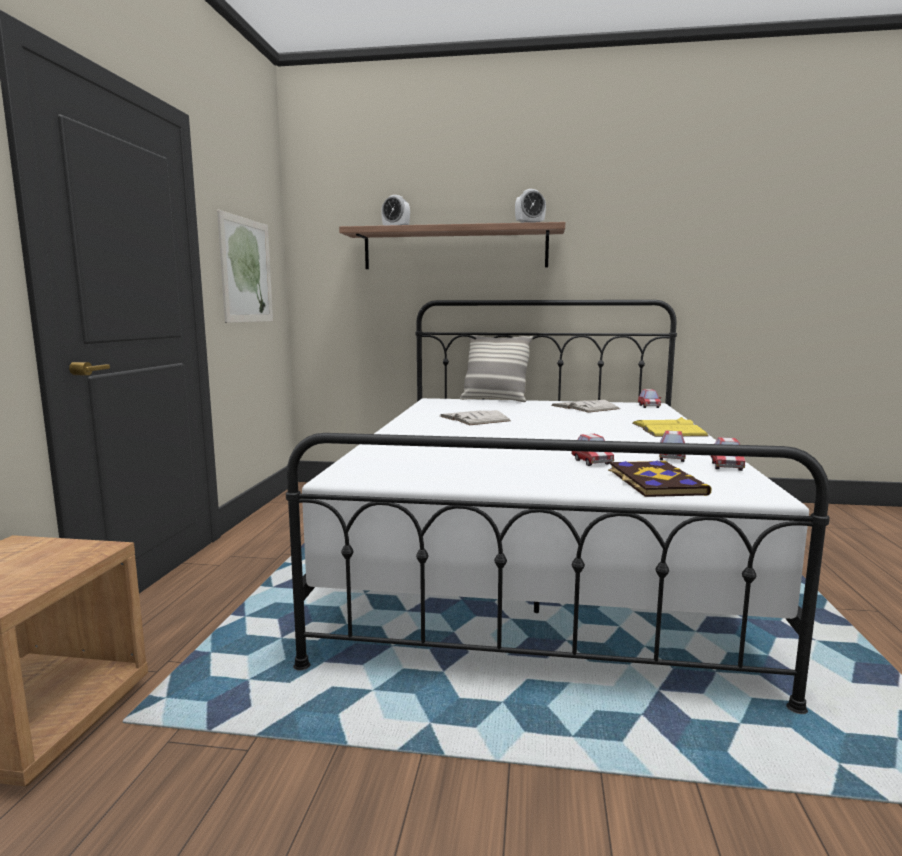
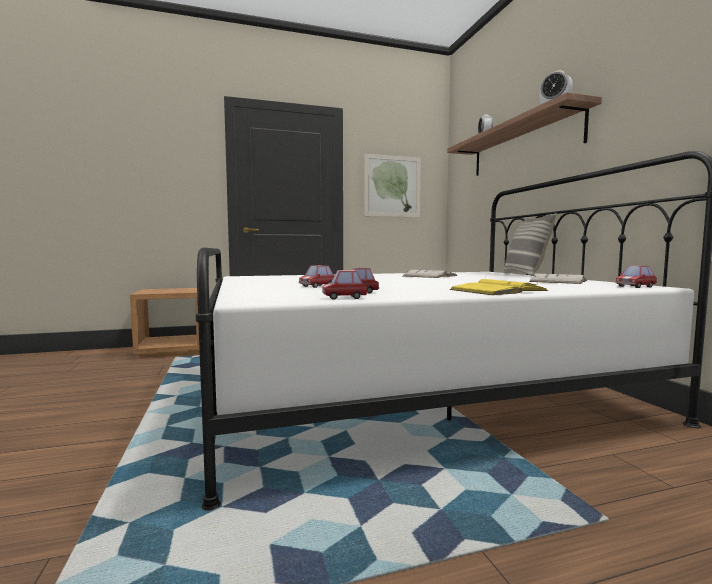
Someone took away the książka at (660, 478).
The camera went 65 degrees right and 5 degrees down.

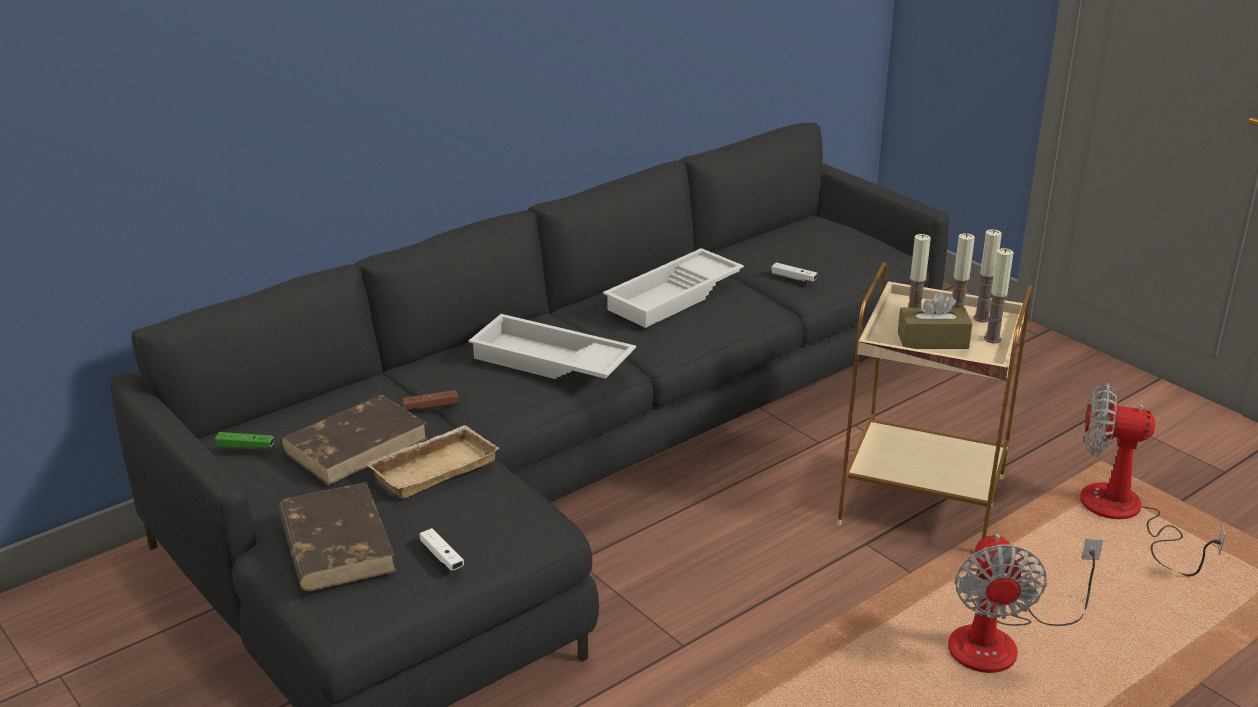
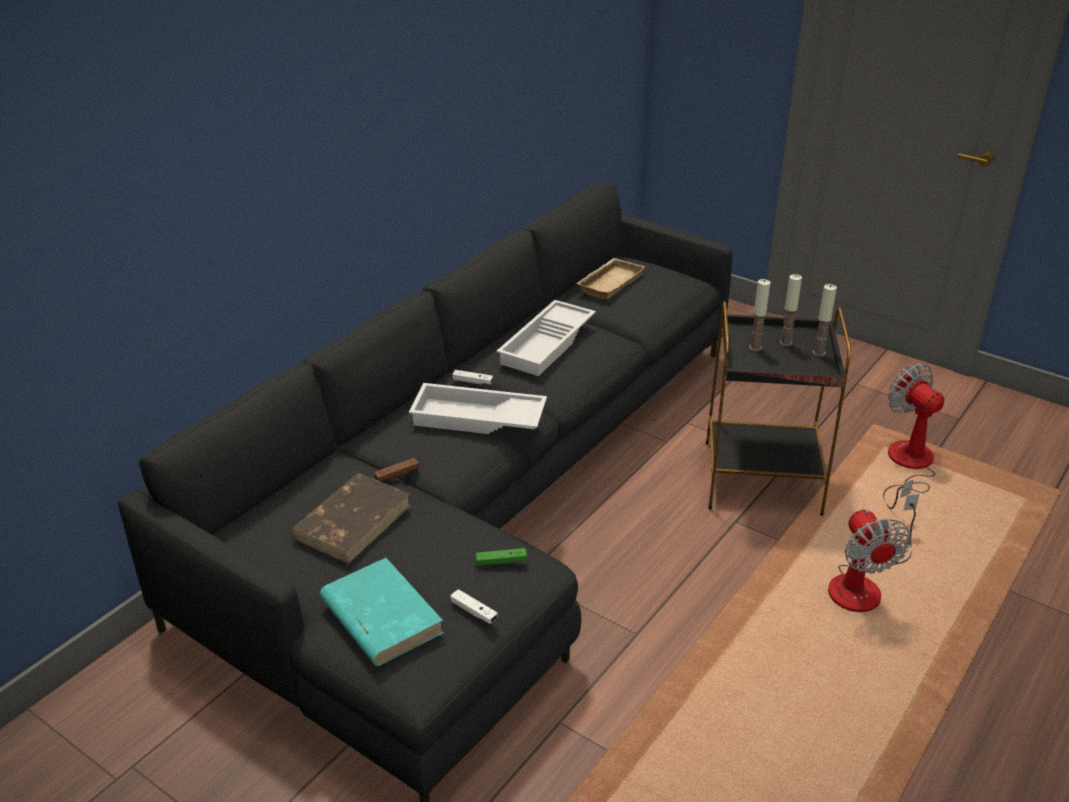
Someone carried the pad do gier (zielony) from (244, 440) to (501, 557).
Someone repainted the książka (brązowy) at (337, 536), which became the książka (turkusowy) at (381, 612).
Someone carried the taca (beżowy) from (432, 462) to (610, 279).
Someone carried the pad do gier (biały) from (794, 272) to (472, 377).
Someone repainted the stolik (beżowy) at (934, 400), which became the stolik (czarny) at (778, 408).
Someone took away the pudełko chusteczek (brązowy) at (935, 320).
Someone took away the świeca at (987, 275).
Someone rotated the wentylator at (1152, 479) by 60 degrees clockwise.
The camera went 15 degrees left and 5 degrees up.

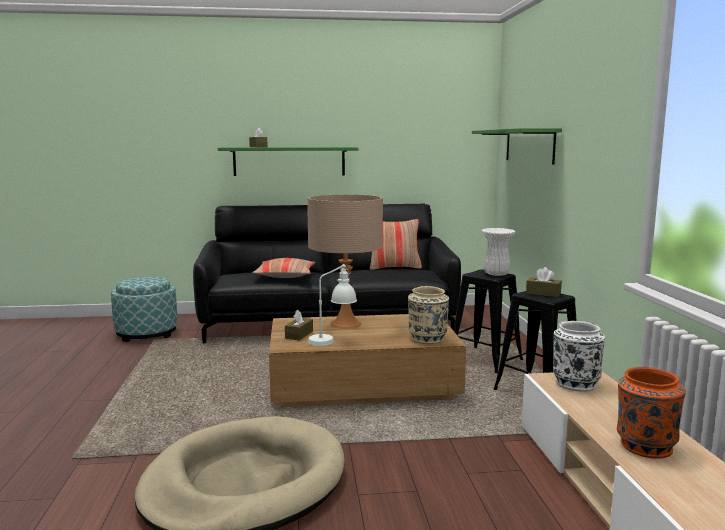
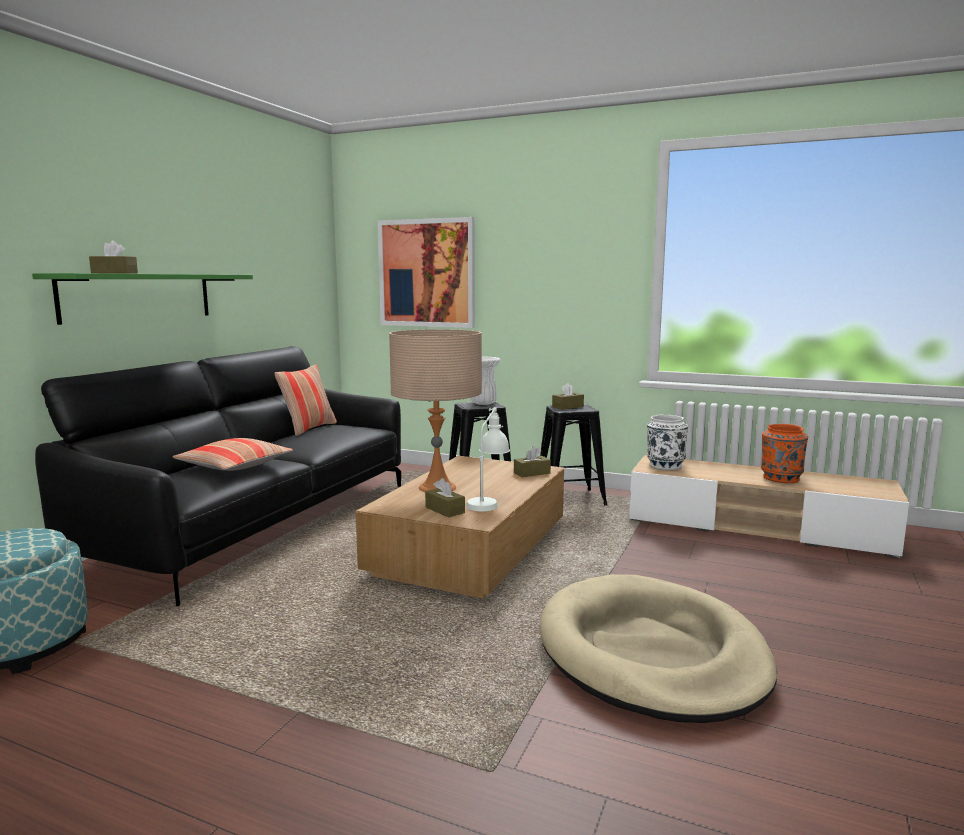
Someone swapped the wazon (beżowy) at (428, 315) for the pudełko chusteczek (brązowy) at (532, 461).
Someone swapped the półka (zielony) at (517, 146) for the obraz at (426, 272).
The camera went 60 degrees left and 0 degrees up.

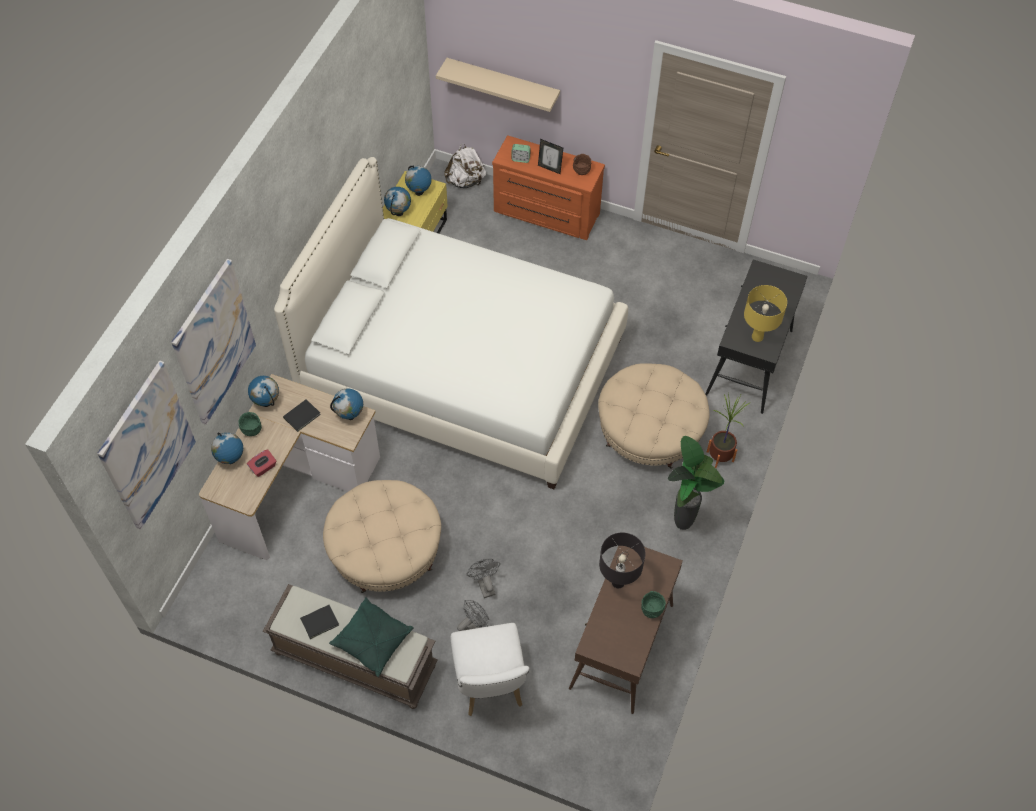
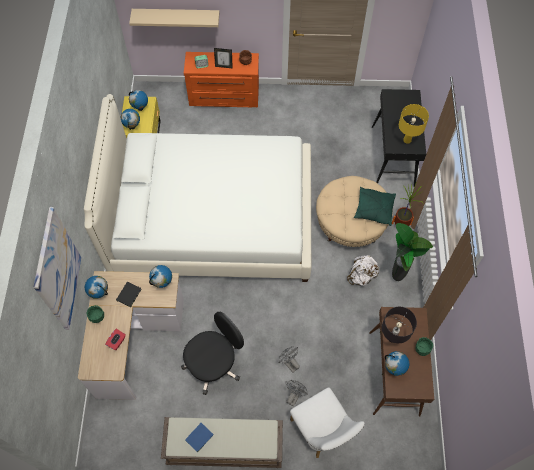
Someone took away the obraz at (146, 445).
Someone carried the globus from (227, 448) to (397, 363).
Someone repainted the książka (czarny) at (319, 622), which became the książka (niebieski) at (199, 437).
Someone swapped the pufa (beżowy) at (382, 536) for the krzesło biurowe (czarny) at (212, 353).
Someone carried the poduszka (zielony) from (371, 637) to (375, 206).
Someone carried the plecak (biały) from (465, 165) to (363, 270).
The camera went 20 degrees left and 5 degrees up.

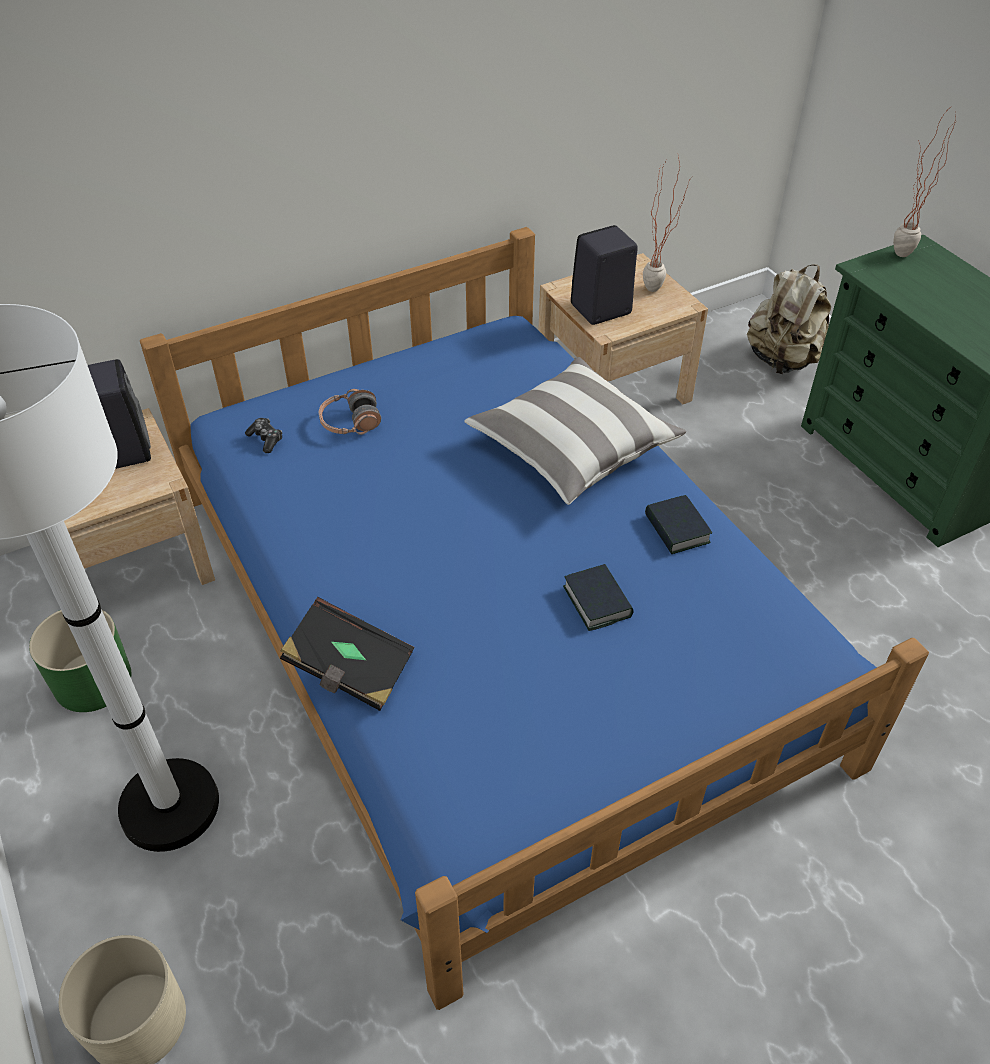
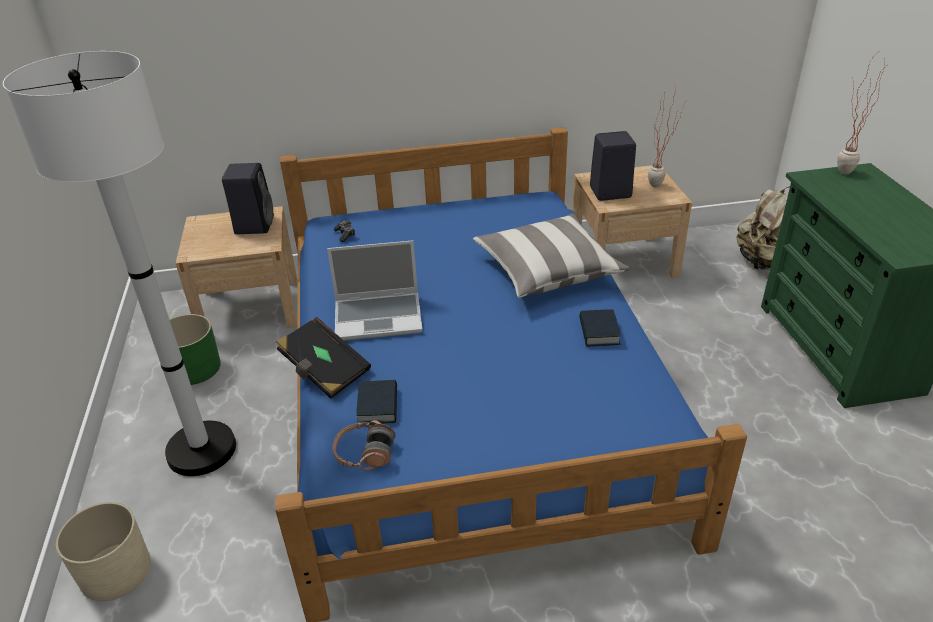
Someone carried the słuchawki from (350, 412) to (363, 445).
Someone carried the książka from (598, 597) to (376, 402).
Someone put down the laptop at (375, 290).
The camera went 20 degrees right and 10 degrees down.

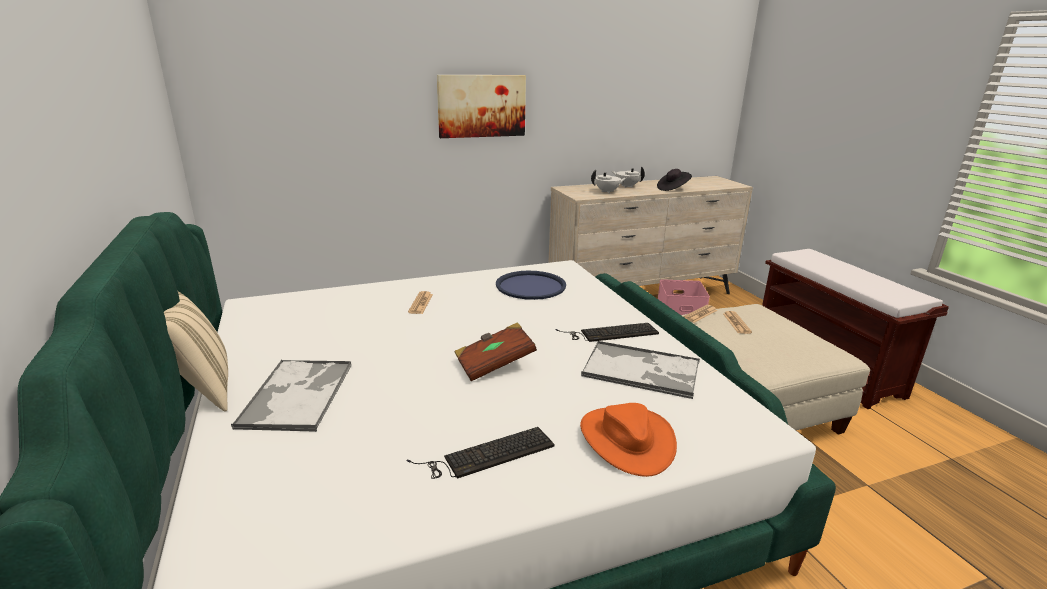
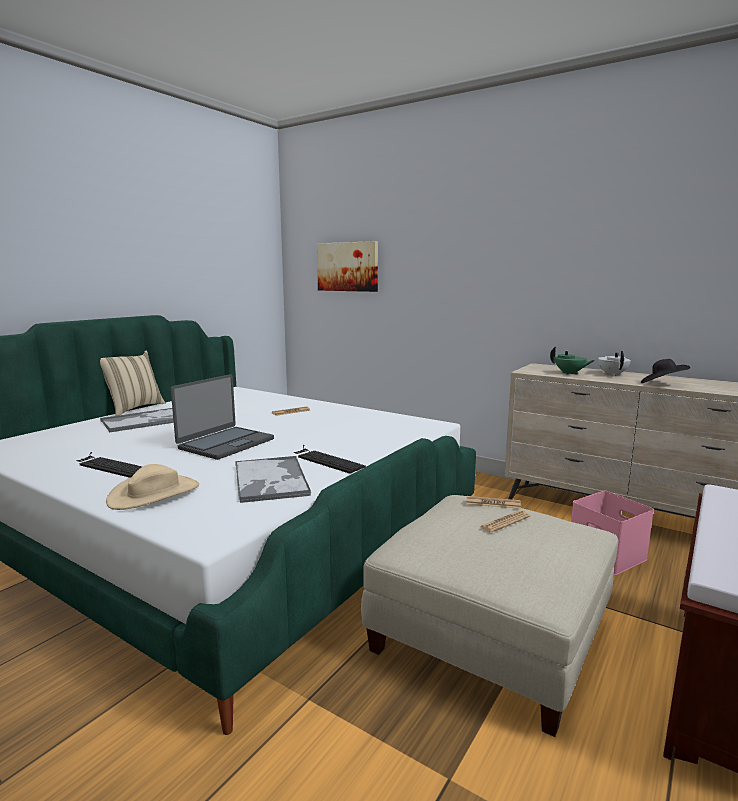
Someone carried the obraz from (481, 106) to (347, 266).
Someone swapped the książka (brązowy) at (495, 351) for the laptop at (222, 417).
Someone took away the taca (niebieski) at (531, 285).
Someone repainted the kapelusz (pomarańczowy) at (628, 440), which became the kapelusz (beżowy) at (152, 487).
Someone repainted the imbryk (biały) at (608, 182), which became the imbryk (zielony) at (572, 361).
The camera went 55 degrees right and 10 degrees down.

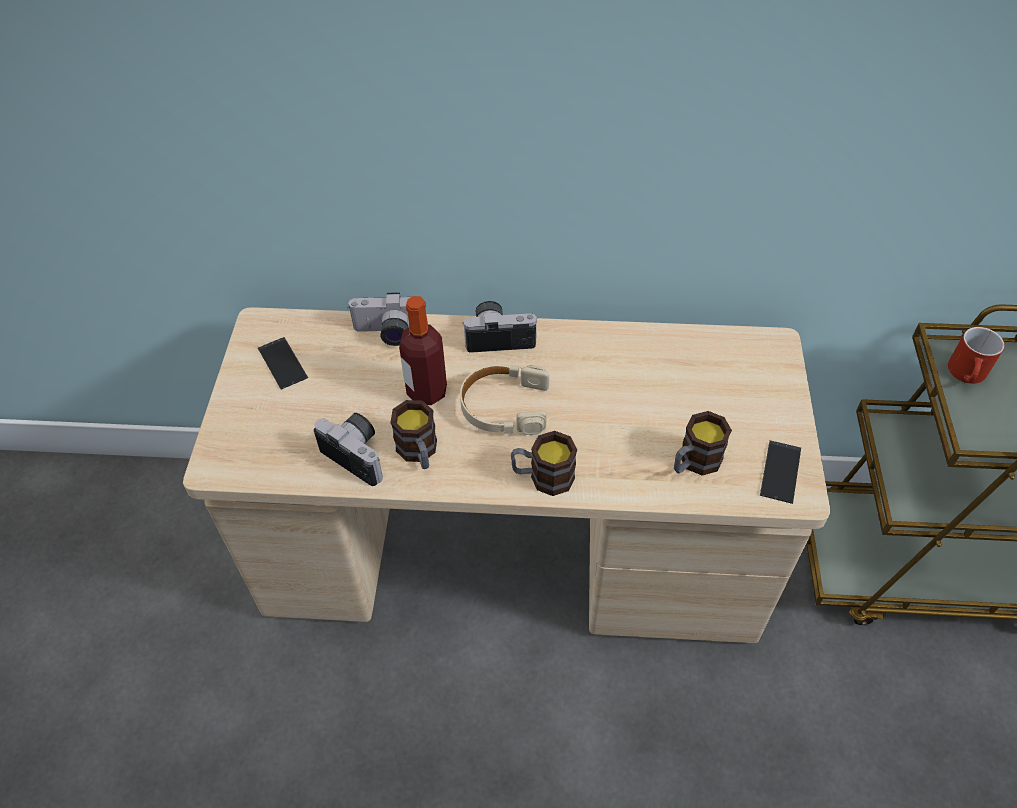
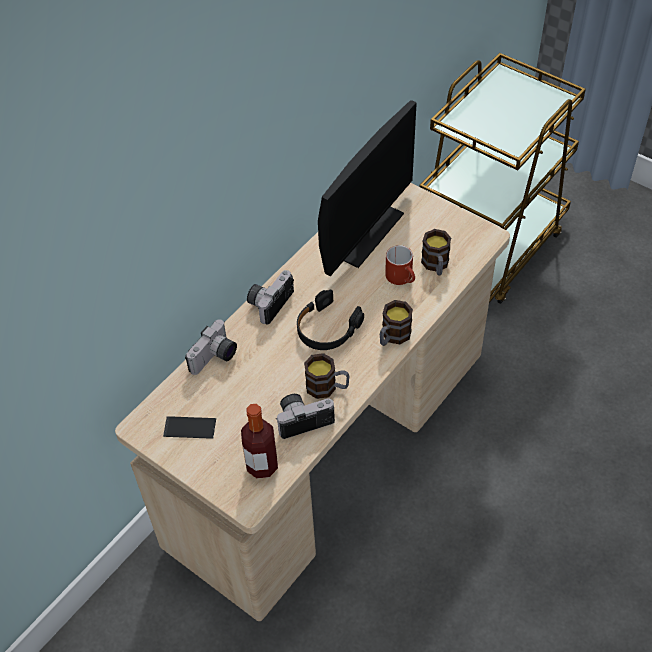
Someone carried the butelka from (423, 350) to (259, 441).
Someone repainted the słuchawki (beżowy) at (504, 400), which became the słuchawki (czarny) at (330, 319).
Someone took away the telefon at (780, 472).
Someone carried the kubek (czerwony) from (976, 355) to (400, 265).
Someone put down the monitor at (367, 188).
The camera went 55 degrees left and 0 degrees up.

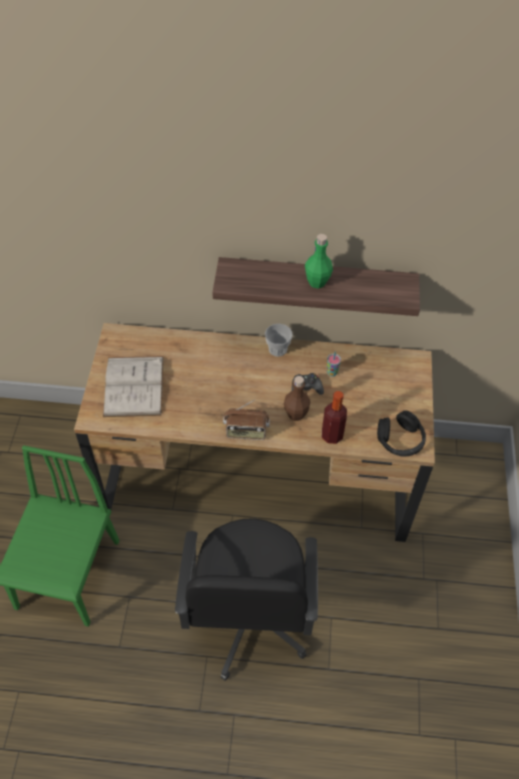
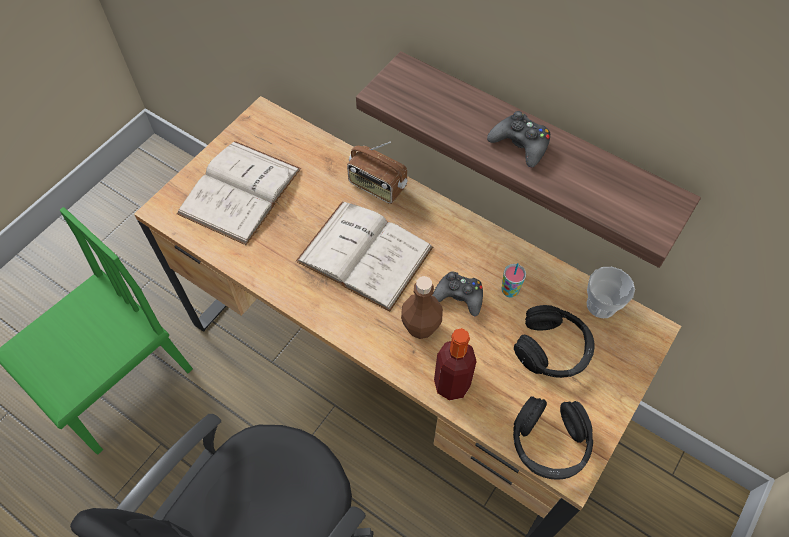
Someone carried the radio from (246, 420) to (377, 173).
Someone carried the filiżanka from (279, 340) to (611, 292).
Someone swapped the butelka (zielony) at (319, 261) for the pad do gier (czarny) at (518, 139).
Someone put down the książka (biały) at (364, 256).
Someone put down the słuchawki (czarny) at (554, 341).
The camera went 30 degrees right and 5 degrees up.

